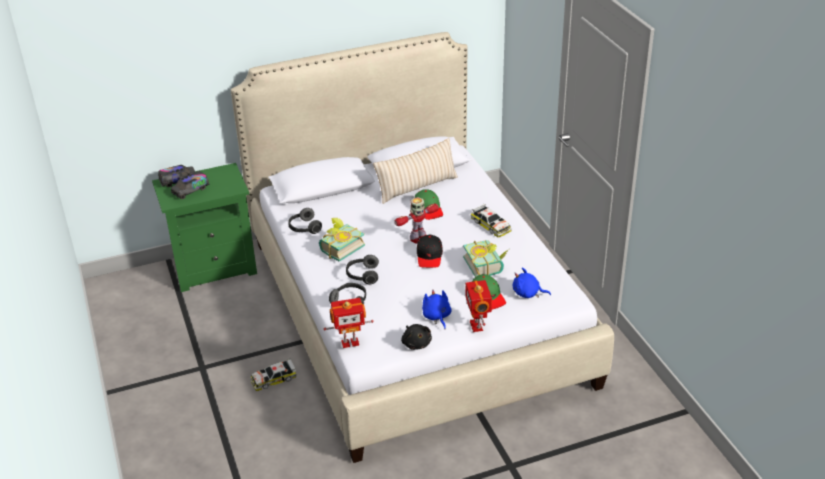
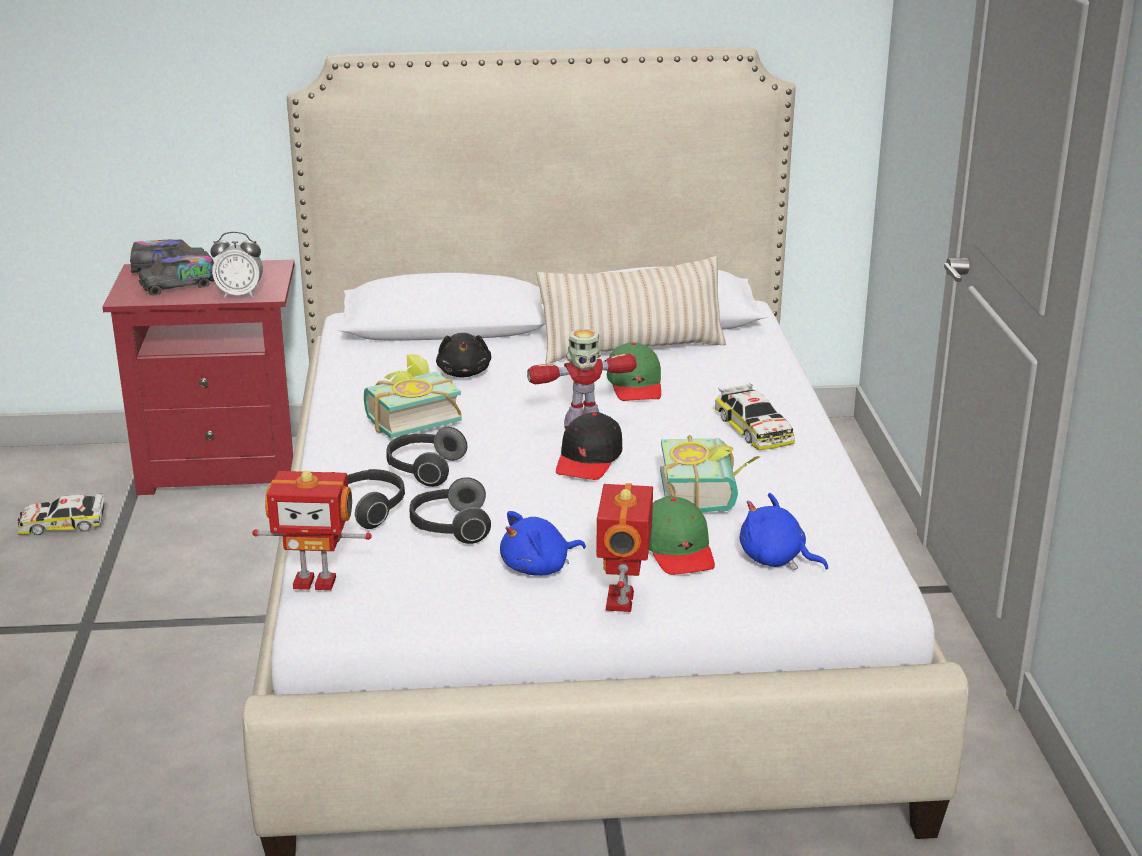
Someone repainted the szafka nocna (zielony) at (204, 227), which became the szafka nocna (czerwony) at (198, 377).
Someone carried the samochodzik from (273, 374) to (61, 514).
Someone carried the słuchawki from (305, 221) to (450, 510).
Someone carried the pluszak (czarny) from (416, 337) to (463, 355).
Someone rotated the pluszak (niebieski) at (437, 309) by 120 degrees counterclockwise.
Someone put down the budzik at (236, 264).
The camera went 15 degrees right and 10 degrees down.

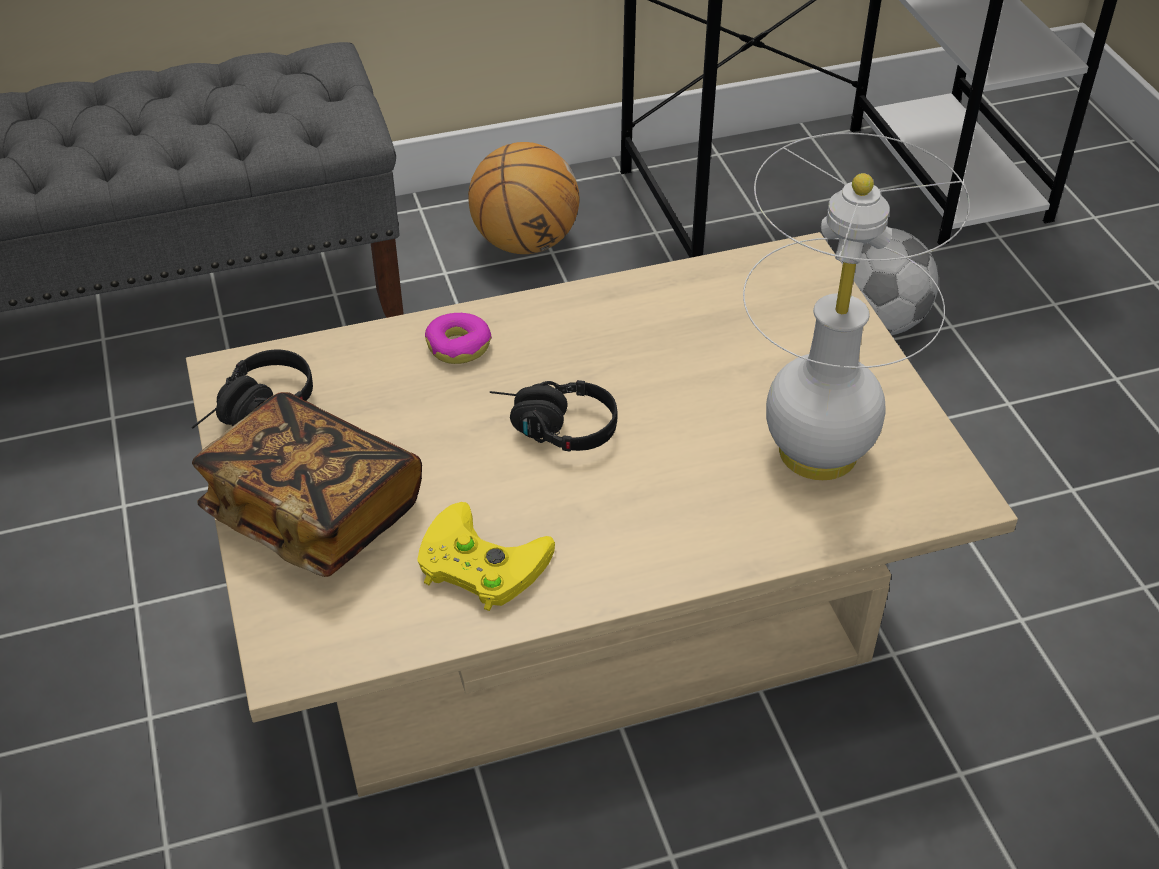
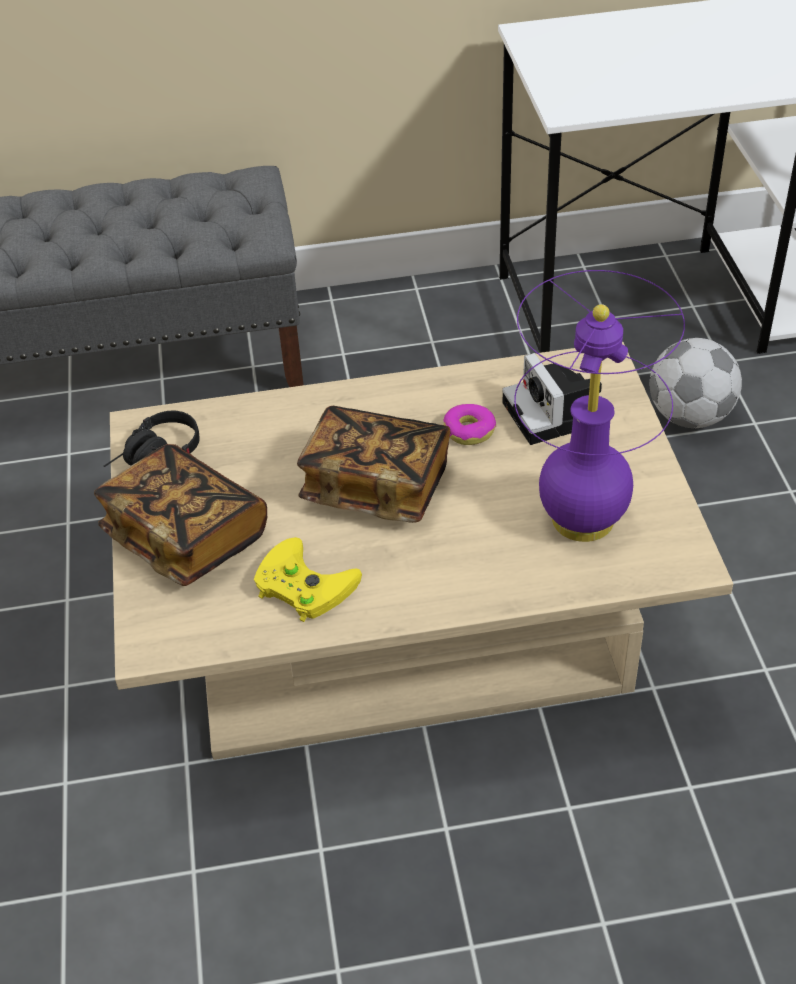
Someone carried the donut from (458, 338) to (469, 424).
Someone took away the piłka do koszykówki at (523, 198).
Someone swapped the słuchawki (czarny) at (553, 416) for the książka at (373, 464).
Someone repainted the lampa stołowa (biały) at (856, 306), which became the lampa stołowa (fioletowy) at (599, 406).
Someone put down the aparat fotograficzny at (552, 399).
The camera went 10 degrees right and 0 degrees up.

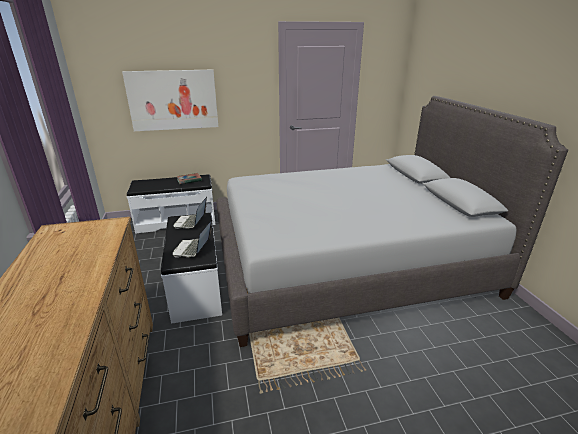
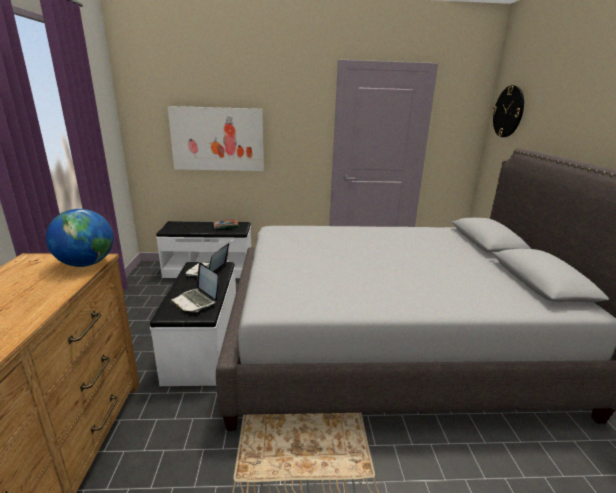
Someone rotated the laptop at (192, 238) by 60 degrees counterclockwise.
Someone put down the globus at (79, 238).
Someone put up the zegar ścienny at (508, 111).
The camera went 10 degrees right and 5 degrees down.

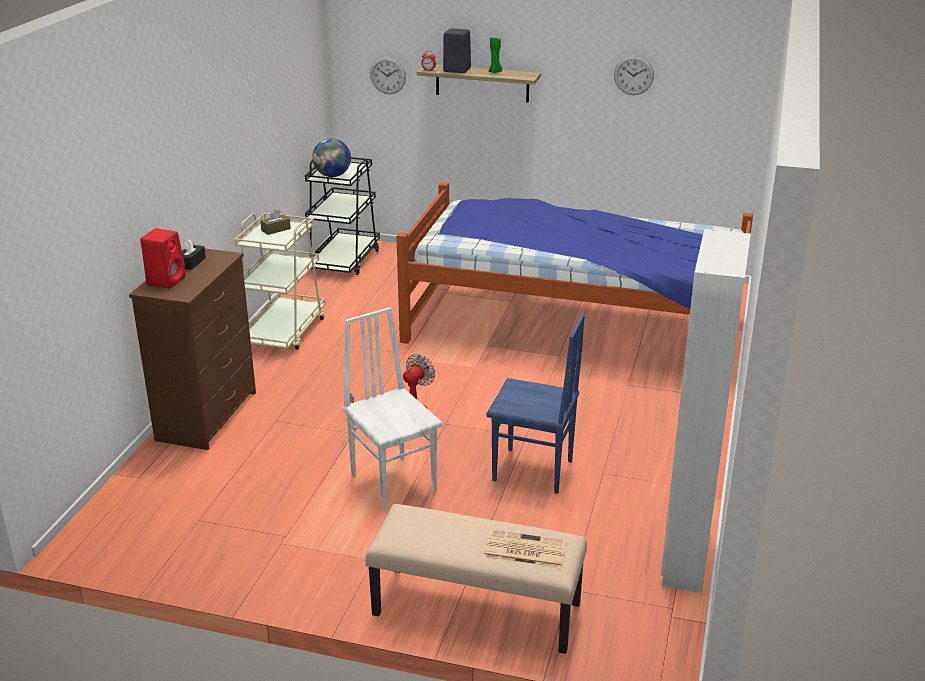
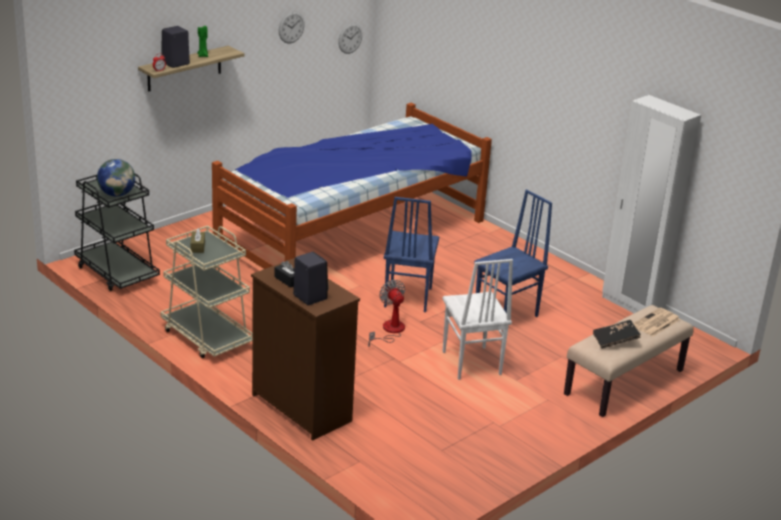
Someone repainted the głośnik (czerwony) at (163, 258), which became the głośnik (czarny) at (311, 278).
Someone rotated the krzesło (biały) at (392, 408) by 105 degrees counterclockwise.
Someone carried the zegar ścienny from (388, 75) to (350, 38).
Someone put down the krzesło (niebieski) at (411, 254).
Someone put down the książka (czarny) at (617, 334).
The camera went 60 degrees left and 0 degrees up.

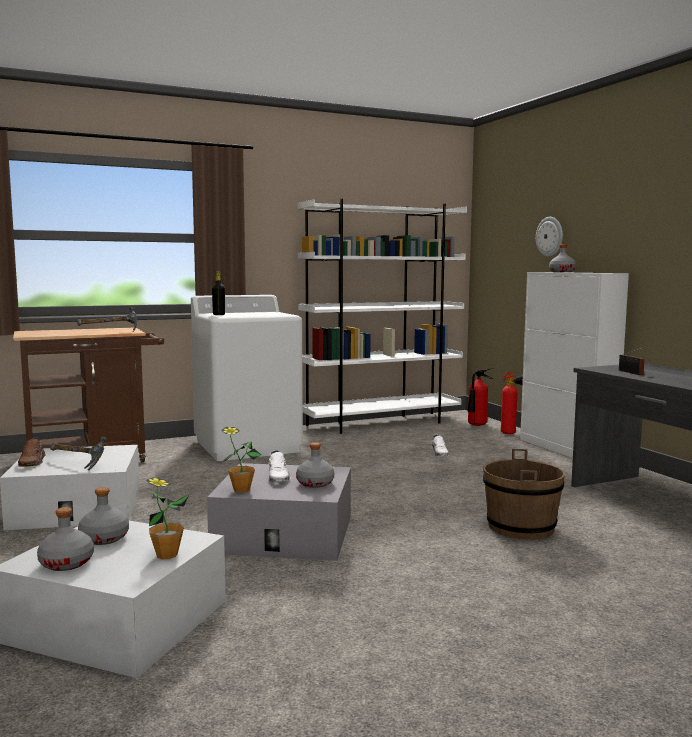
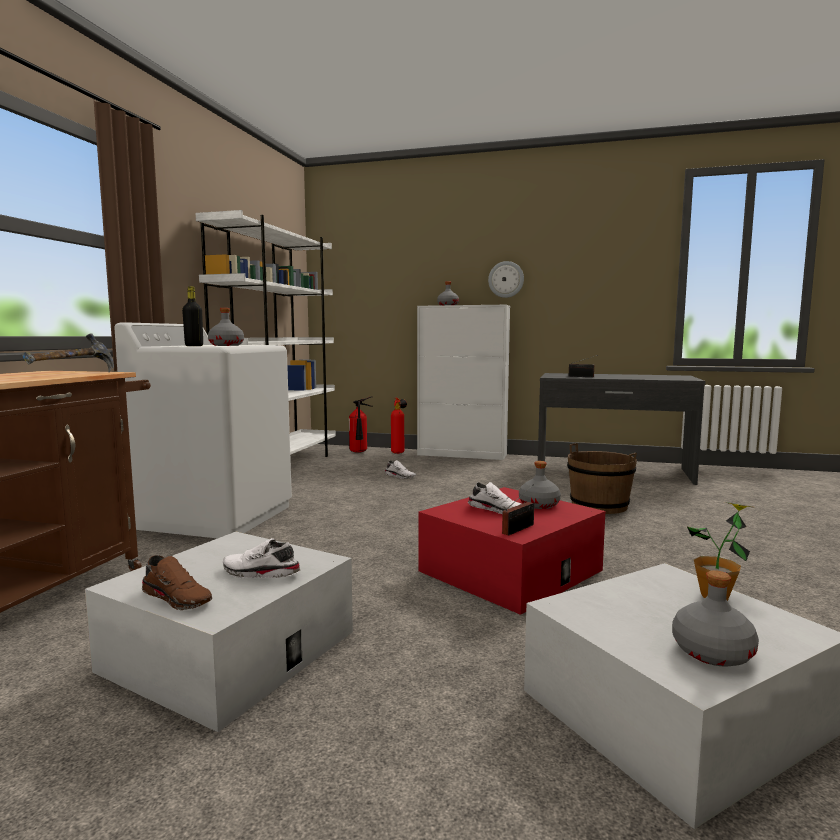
Someone swapped the młotek at (78, 454) for the but (biały) at (262, 558).
Someone carried the butelka (szary) from (103, 516) to (226, 327).
Someone repainted the pojemnik do przechowywania (szary) at (279, 512), which became the pojemnik do przechowywania (czerwony) at (511, 551).
Someone swapped the roślina doniczkowa at (241, 460) for the radio at (518, 510).
Someone carried the zegar ścienny from (549, 237) to (506, 279).
The camera went 50 degrees left and 0 degrees up.

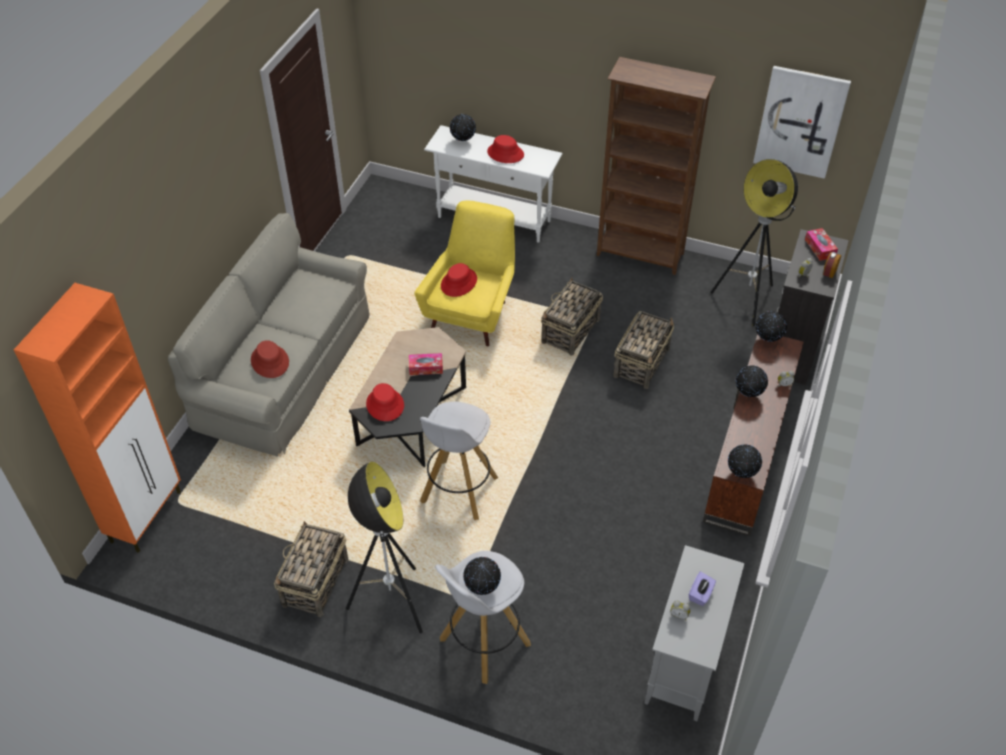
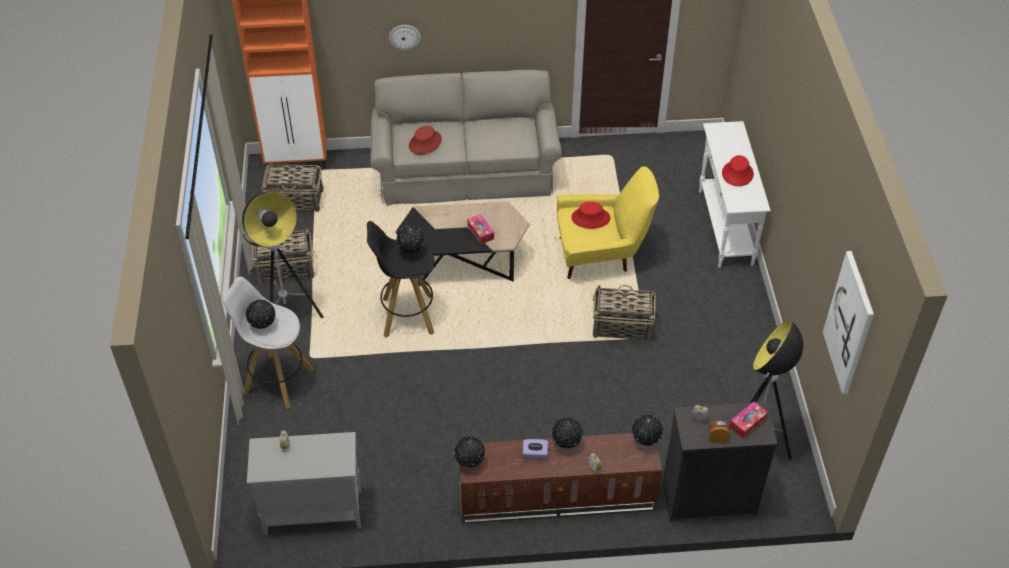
Someone took away the kapelusz (czerwony) at (385, 402).
Someone repainted the stołek (biały) at (459, 460), which became the stołek (czarny) at (401, 279).
Someone carried the globus from (463, 127) to (410, 239).
Someone took away the regał (brązowy) at (656, 166).
Someone carried the koszyk from (643, 350) to (292, 188).
Someone carried the pudełko chusteczek (fioletowy) from (702, 588) to (535, 449).
Someone put up the zegar ścienny at (405, 37).
The camera went 65 degrees right and 0 degrees up.

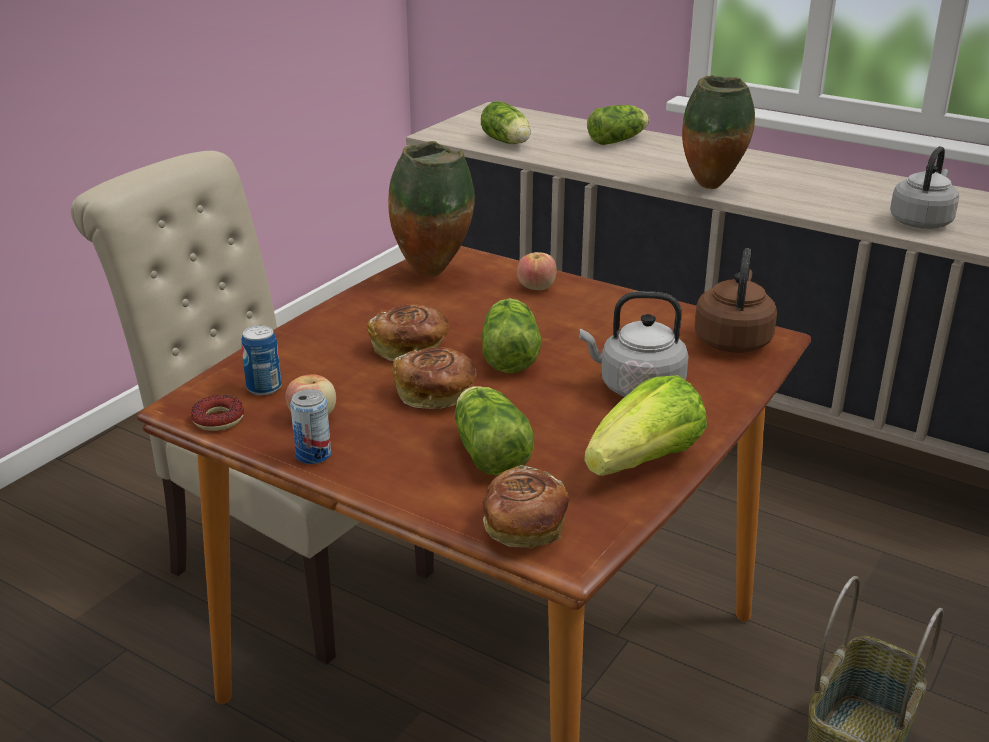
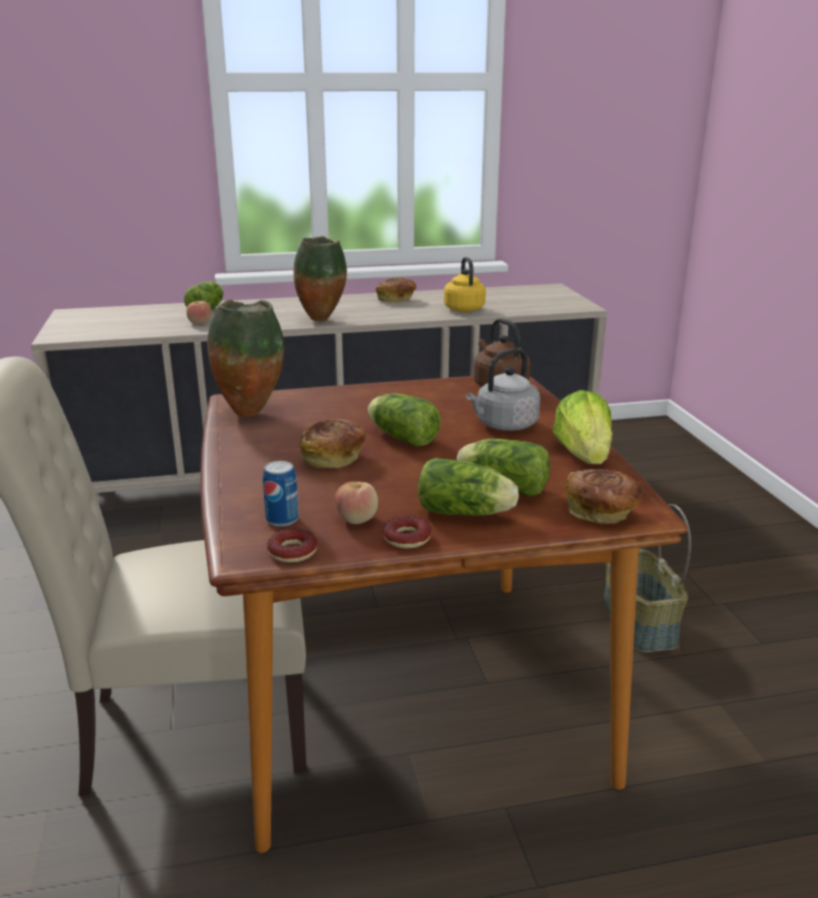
Someone swapped the puszka at (310, 426) for the donut at (407, 532).
Someone carried the chleb from (434, 378) to (396, 289).
Someone carried the sałata from (506, 122) to (468, 487).
Someone carried the jabłko from (537, 271) to (198, 312).
Someone repainted the czajnik (szary) at (924, 187), which became the czajnik (żółty) at (465, 284).
The camera went 45 degrees left and 5 degrees down.

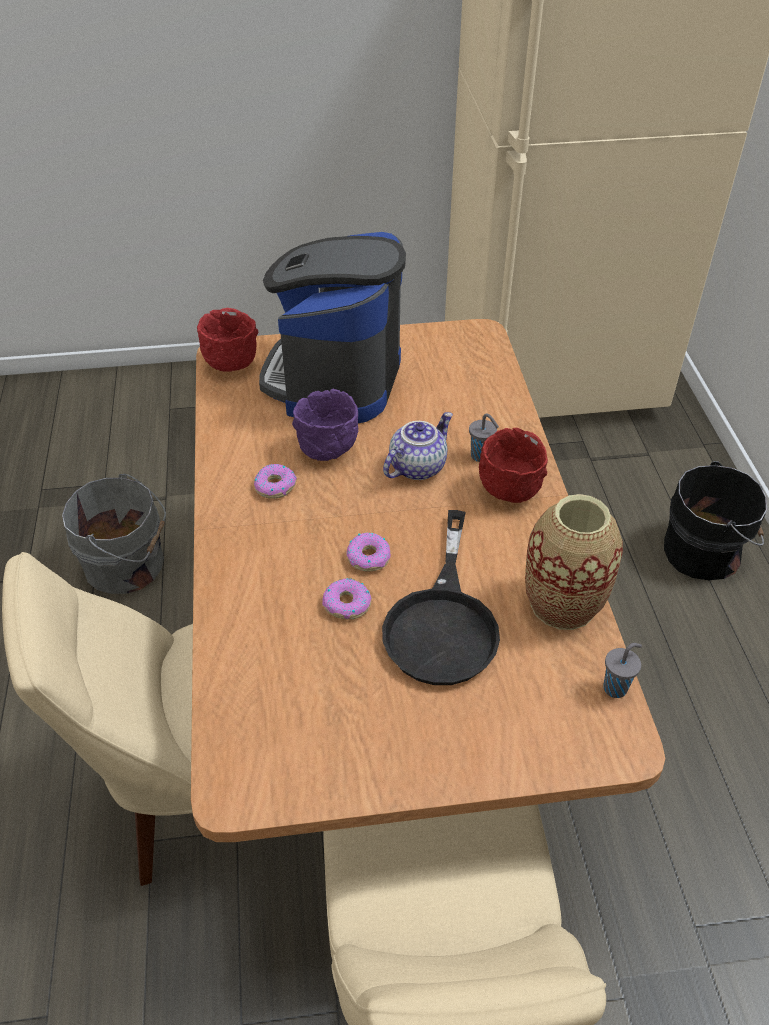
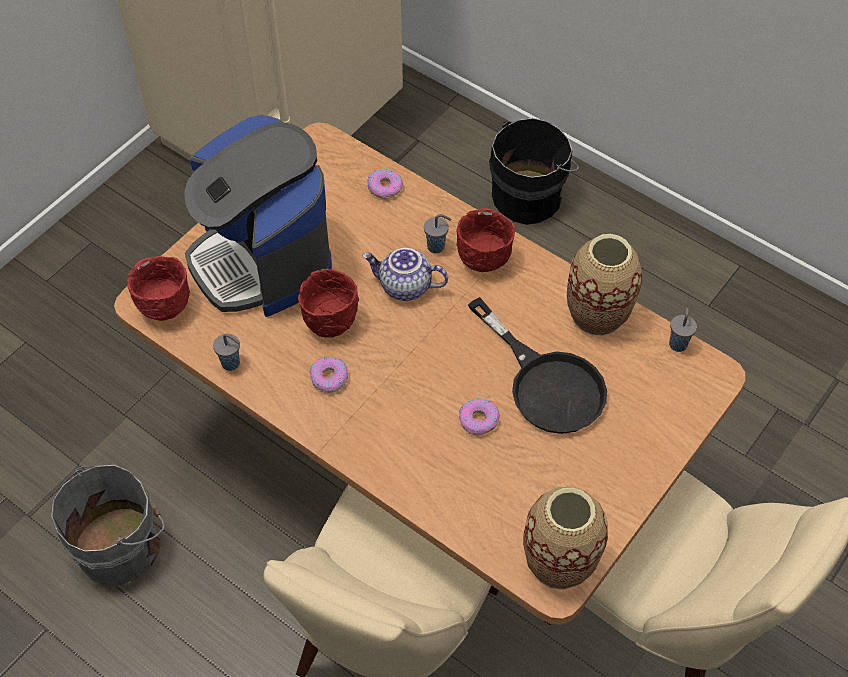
Someone repainted the miska (fioletowy) at (325, 425), which became the miska (czerwony) at (328, 303).
Someone carried the donut from (368, 552) to (385, 183).
Someone rotated the imbryk at (418, 446) by 75 degrees counterclockwise.
Someone put down the filiżanka (szary) at (226, 352).
Someone put down the wazon at (565, 538).
The camera went 45 degrees left and 10 degrees up.

